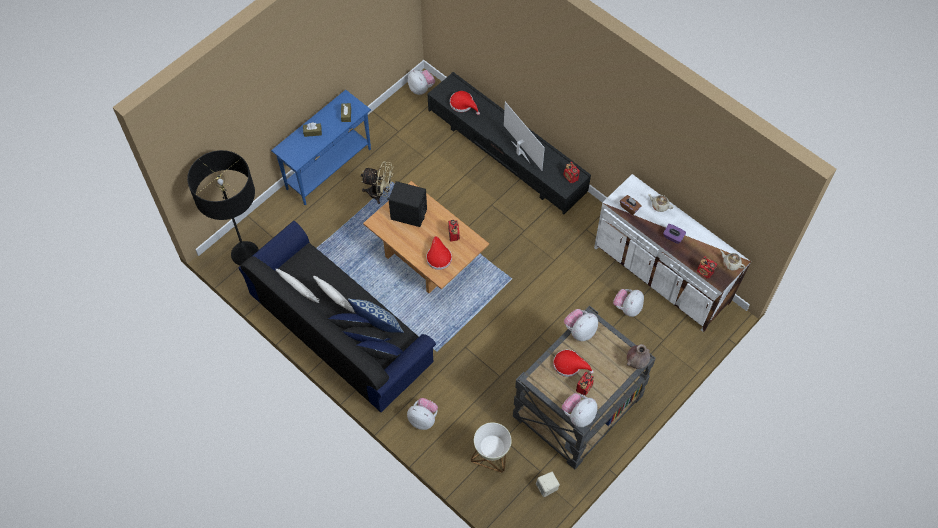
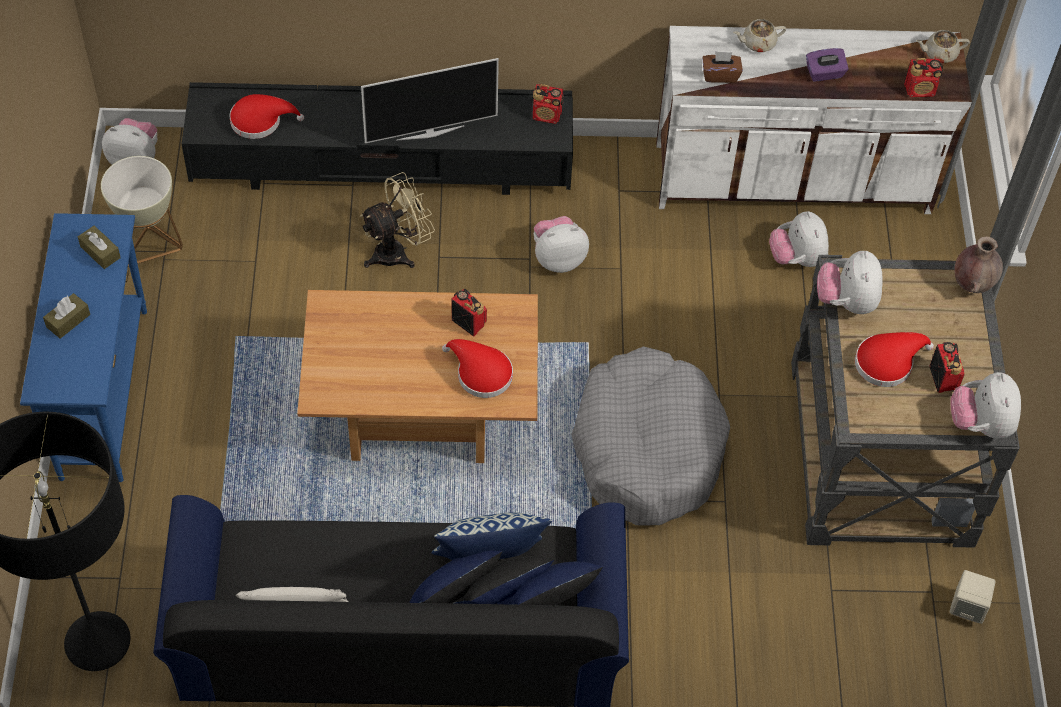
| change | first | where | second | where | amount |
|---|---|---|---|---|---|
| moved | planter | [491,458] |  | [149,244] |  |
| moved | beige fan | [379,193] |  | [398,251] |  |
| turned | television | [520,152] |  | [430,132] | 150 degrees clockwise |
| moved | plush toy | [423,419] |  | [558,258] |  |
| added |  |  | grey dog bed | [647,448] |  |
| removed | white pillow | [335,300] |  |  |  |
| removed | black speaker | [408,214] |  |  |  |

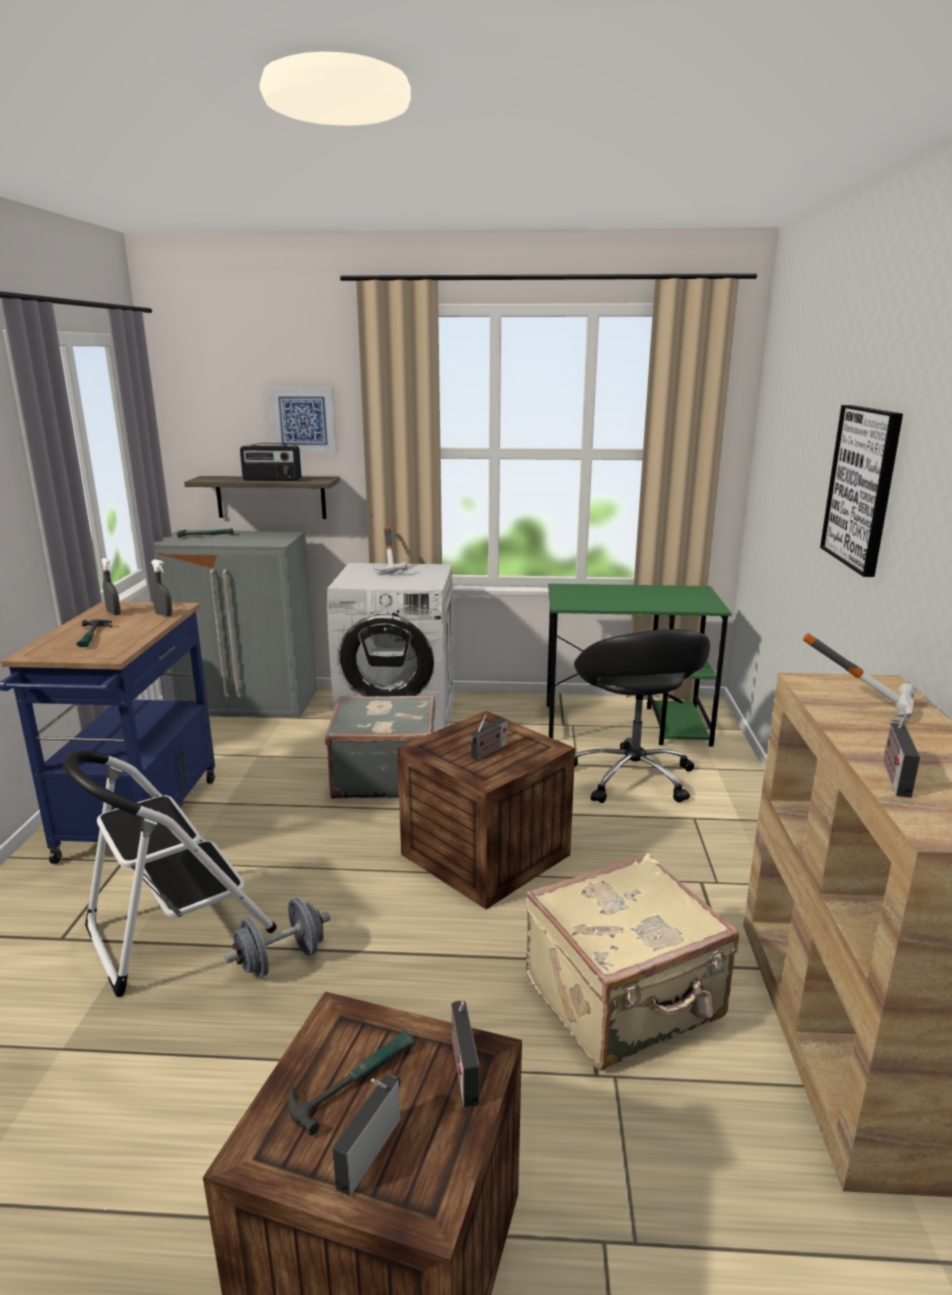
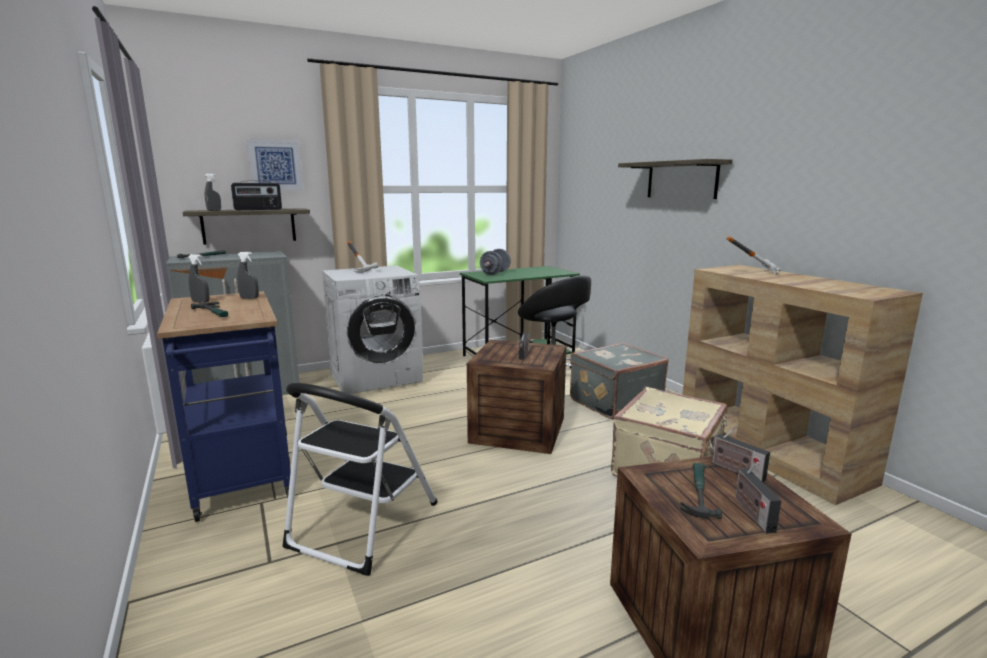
| change | first | where | second | where | amount |
|---|---|---|---|---|---|
| added |  |  | grey spray bottle | [214,210] |  |
| moved | grey dumbbell | [281,960] |  | [495,273] |  |
| moved | grey suitcase | [384,776] |  | [614,402] |  |
| replaced | picture | [862,487] | shelf | [681,180] |  |
| removed | radio | [894,776] |  |  |  |

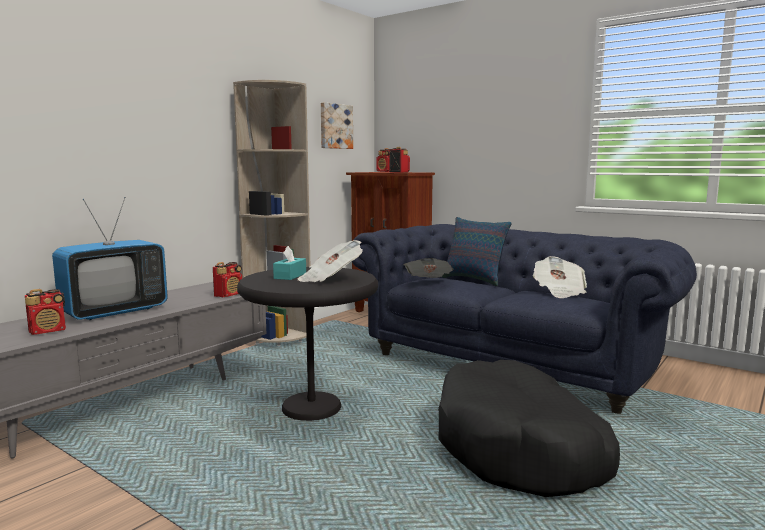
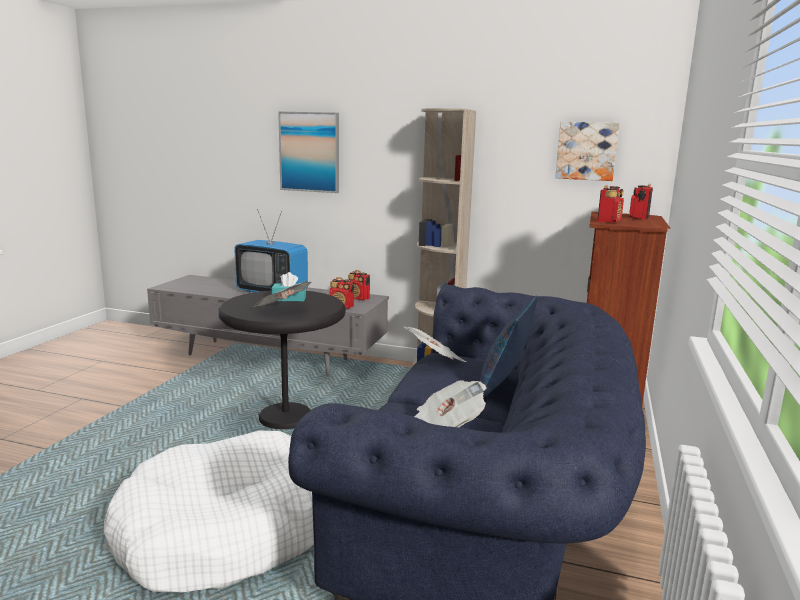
| change | first | where | second | where | amount |
|---|---|---|---|---|---|
| recoloured | black dog bed | [519,448] | white dog bed | [226,531] |  |
| added |  |  | picture | [309,152] |  |
| moved | radio | [48,331] |  | [358,298] |  |

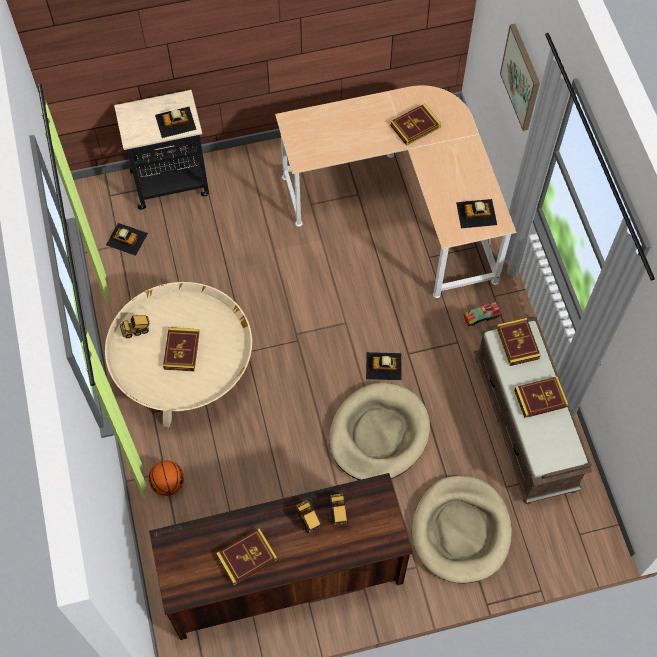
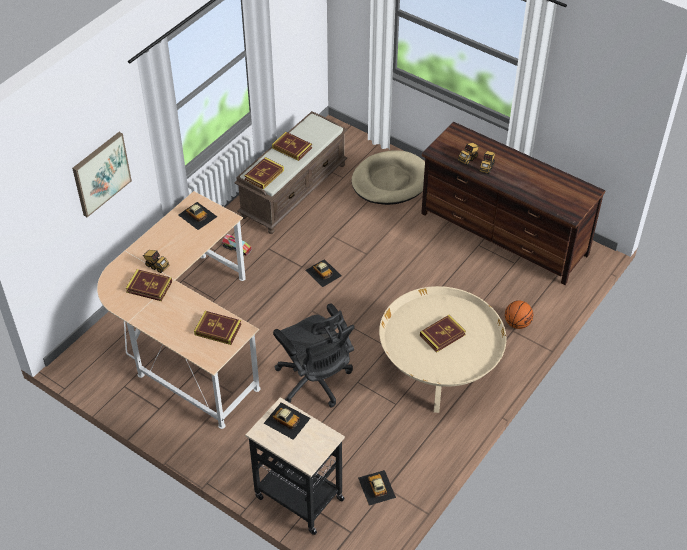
| change | first | where | second | where | amount |
|---|---|---|---|---|---|
| moved | toy truck | [136,330] |  | [156,266] |  |
| moved | book | [247,557] |  | [218,329] |  |
| added |  |  | office chair | [315,383] |  |
| removed | beige dog bed | [378,434] |  |  |  |

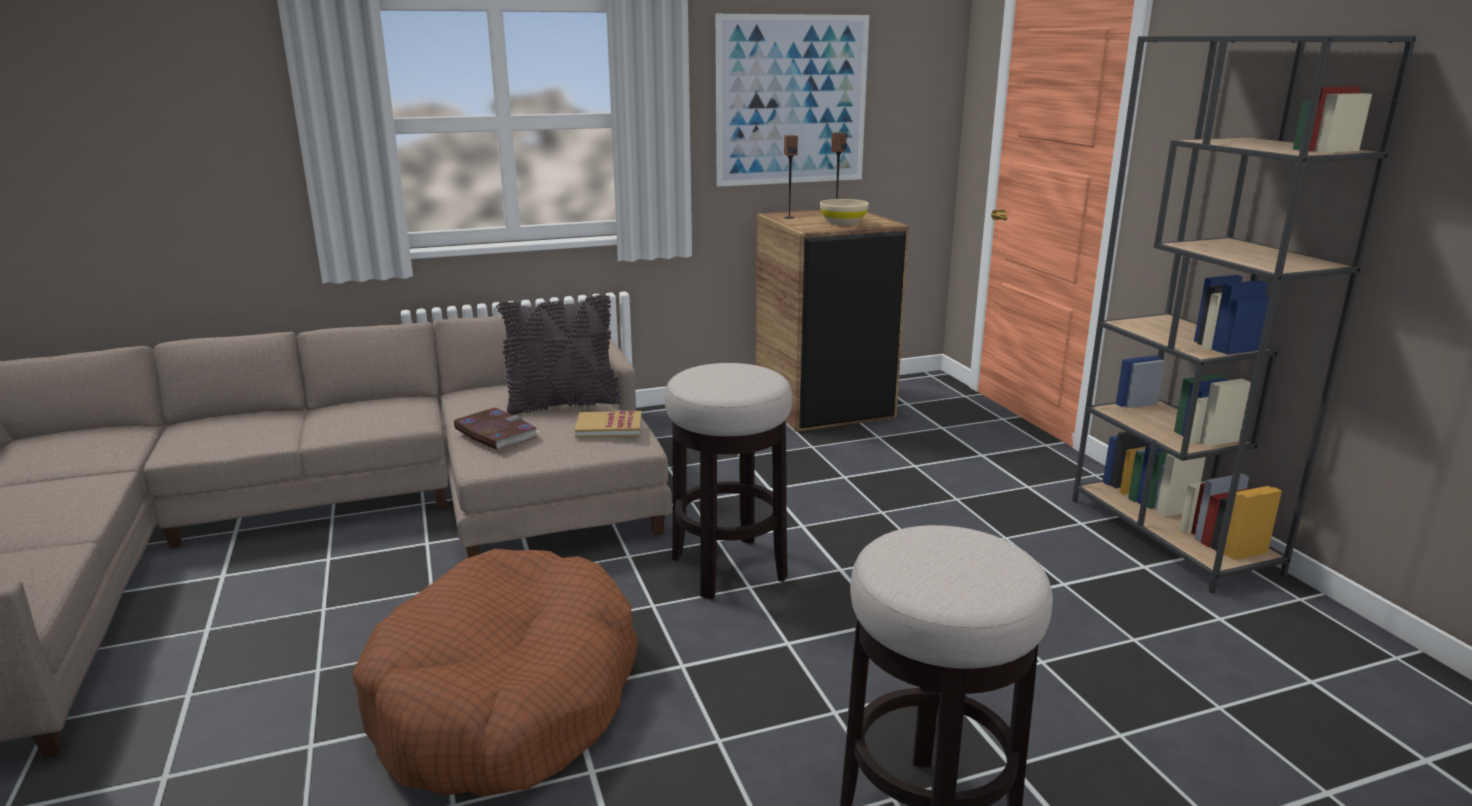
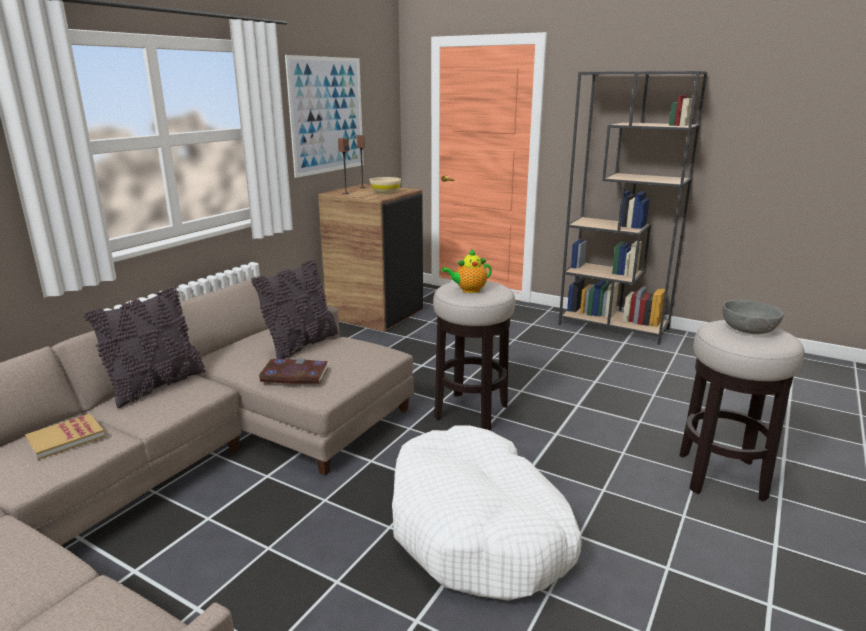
| change | first | where | second | where | amount |
|---|---|---|---|---|---|
| moved | book | [609,427] |  | [66,438] |  |
| added |  |  | black pillow | [156,385] |  |
| recoloured | brown dog bed | [506,699] | white dog bed | [479,529] |  |
| added |  |  | teapot | [468,290] |  |
| added |  |  | grey bowl | [748,328] |  |

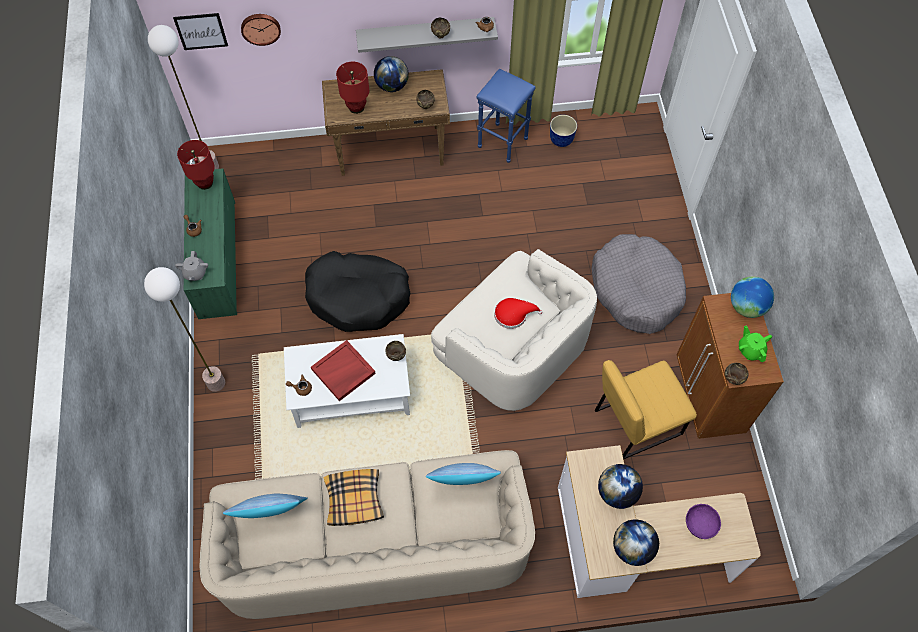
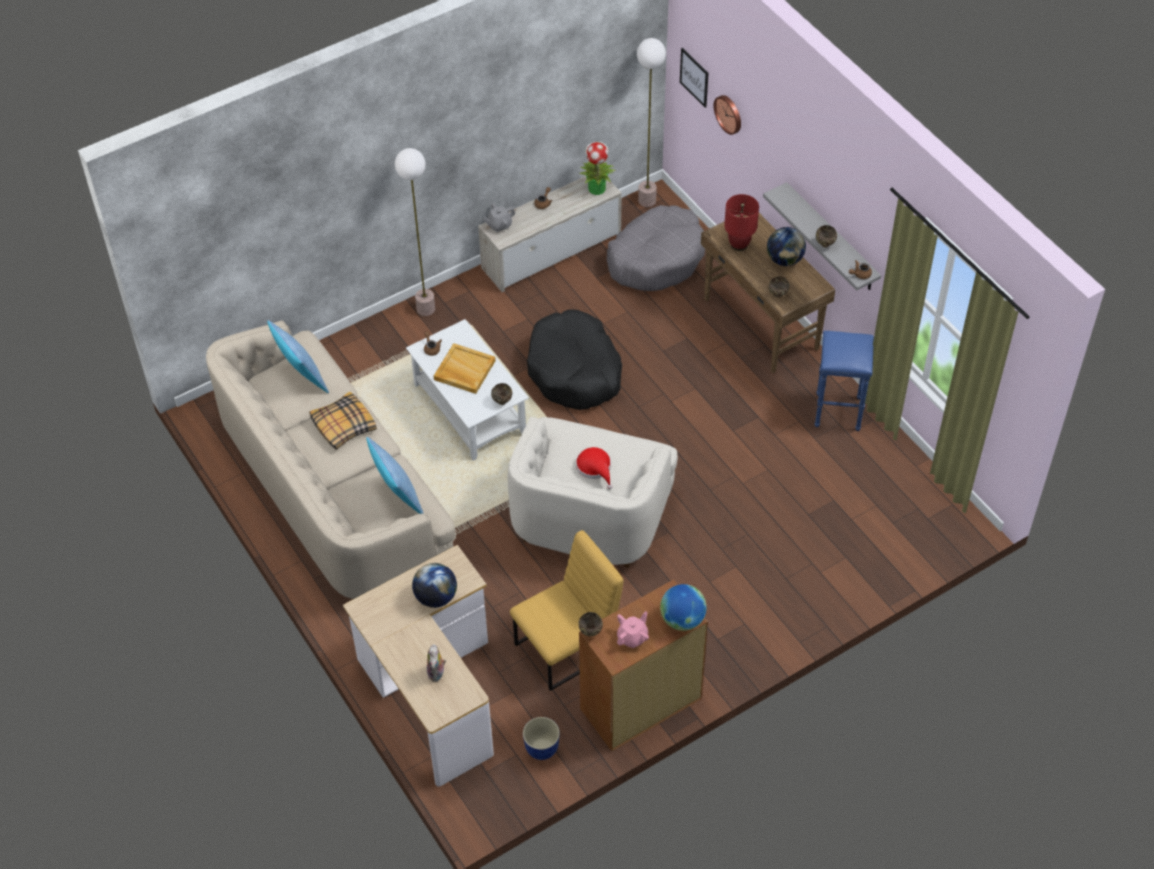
| change | first | where | second | where | amount |
|---|---|---|---|---|---|
| replaced | purple bowl | [700,525] | plush toy | [437,673] |  |
| recoloured | red tray | [343,372] | beige tray | [464,370] |  |
| recoloured | green tv stand | [216,258] | white tv stand | [551,251] |  |
| turned | yellow chair | [635,422] |  | [568,647] | 105 degrees clockwise |
| moved | planter | [561,140] |  | [541,749] |  |
| replaced | red table lamp | [205,183] | potted plant | [596,188] |  |
| moved | grey dog bed | [636,289] |  | [656,258] |  |
| recoloured | green teapot | [750,350] | pink teapot | [632,637] |  |
| removed | globe | [632,548] |  |  |  |

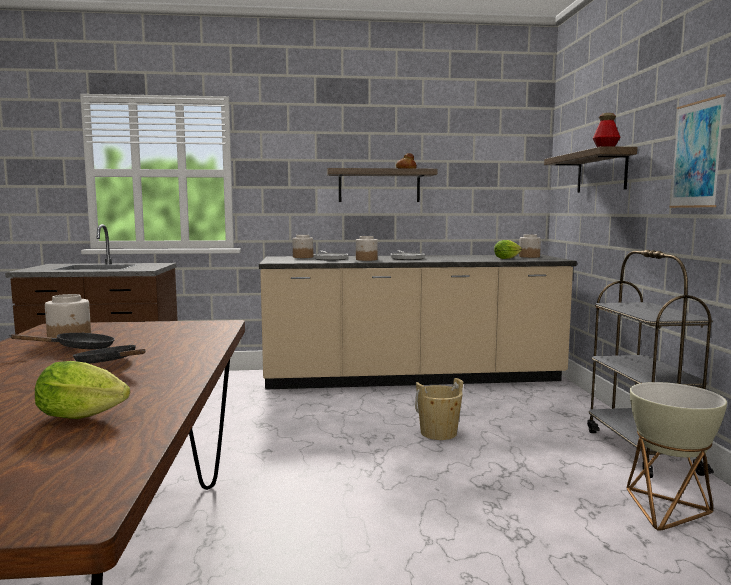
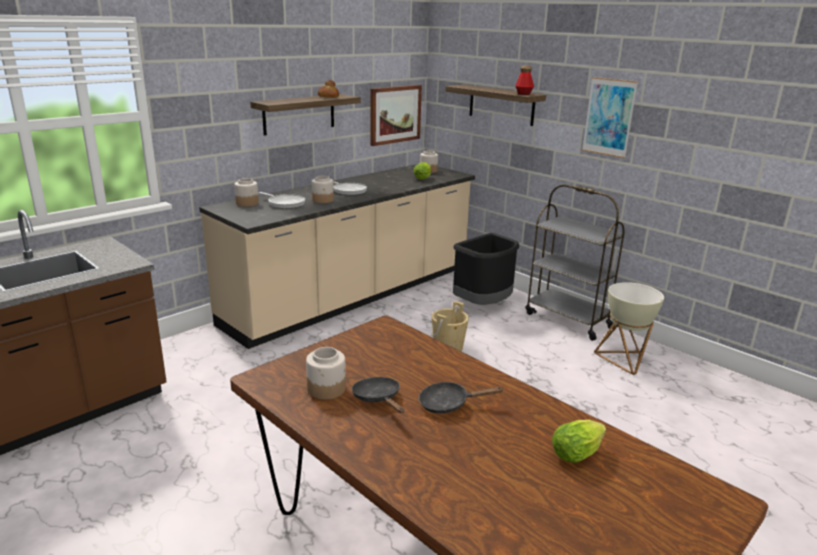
| change | first | where | second | where | amount |
|---|---|---|---|---|---|
| turned | black frying pan | [79,349] |  | [378,398] | 45 degrees counterclockwise |
| added |  |  | picture | [395,114] |  |
| added |  |  | black trash can | [483,305] |  |

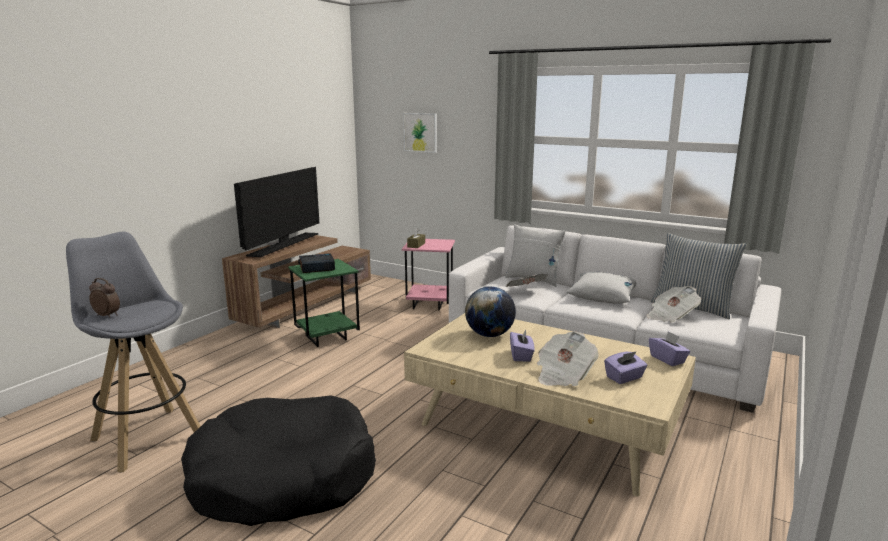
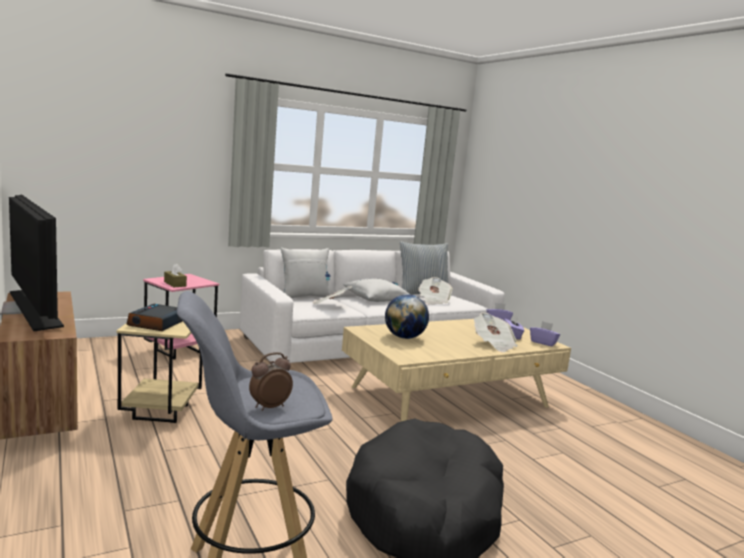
| change | first | where | second | where | amount |
|---|---|---|---|---|---|
| recoloured | green side table | [327,338] | beige side table | [162,412] |  |
| moved | purple tissue box | [521,355] |  | [543,342] |  |
| removed | picture | [420,132] |  |  |  |

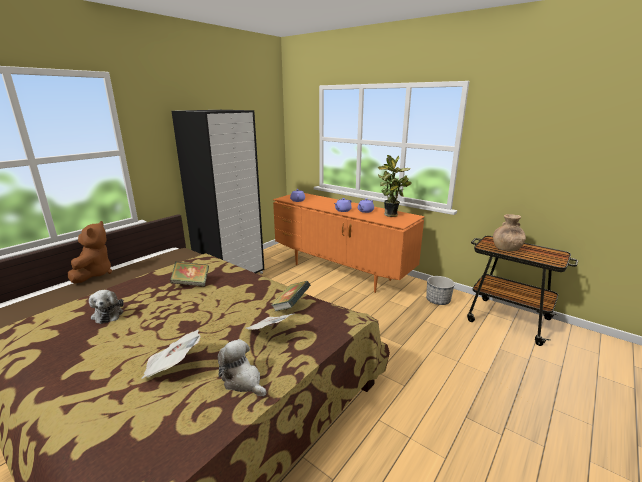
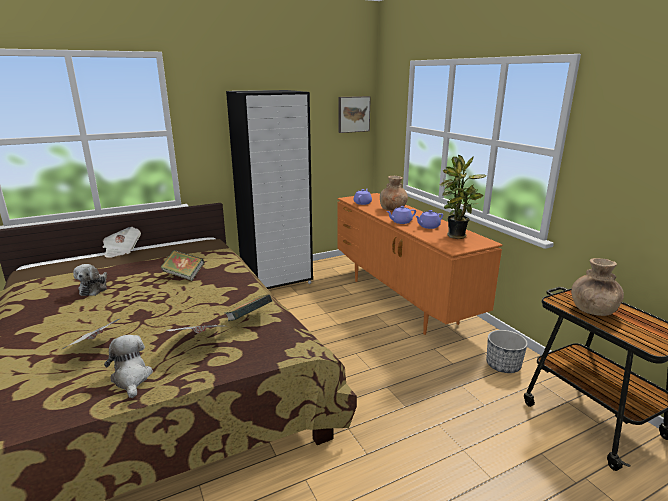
| change | first | where | second | where | amount |
|---|---|---|---|---|---|
| replaced | brown plush toy | [94,274] | newspaper | [121,250] |  |
| added |  |  | picture | [353,114] |  |
| added |  |  | brown vase | [393,209] |  |

